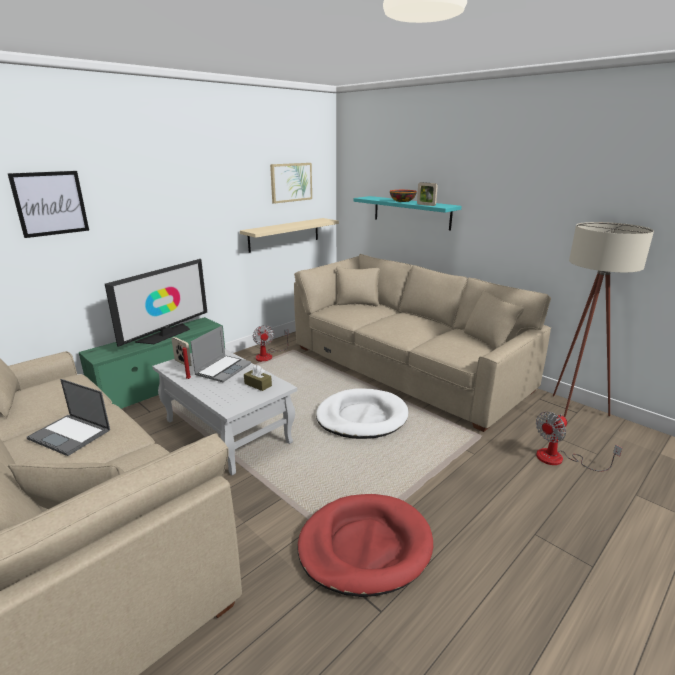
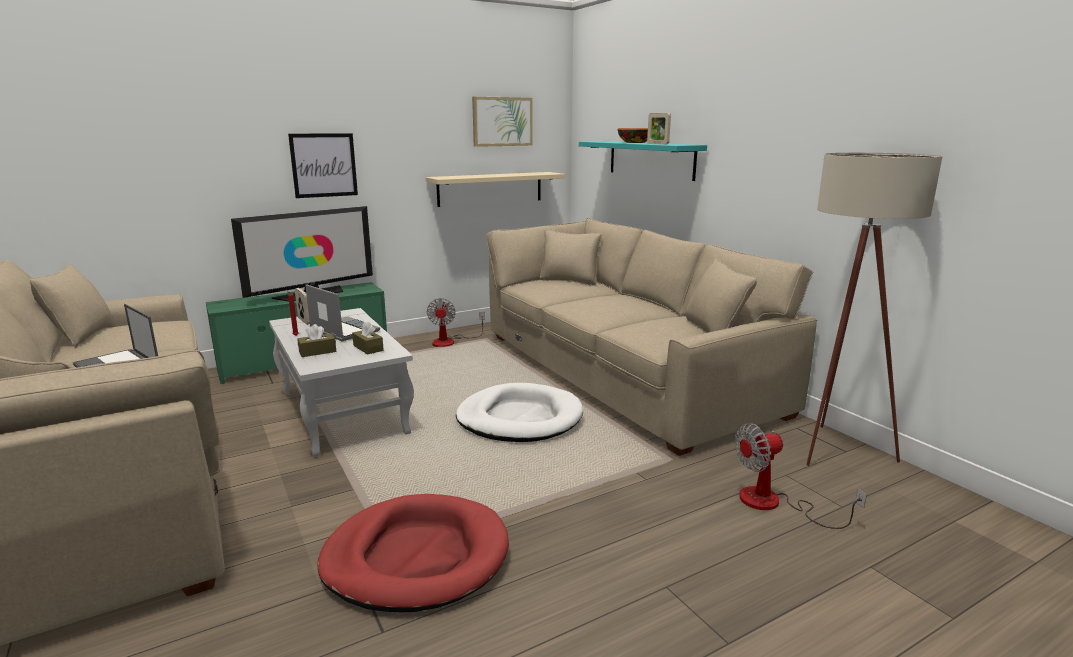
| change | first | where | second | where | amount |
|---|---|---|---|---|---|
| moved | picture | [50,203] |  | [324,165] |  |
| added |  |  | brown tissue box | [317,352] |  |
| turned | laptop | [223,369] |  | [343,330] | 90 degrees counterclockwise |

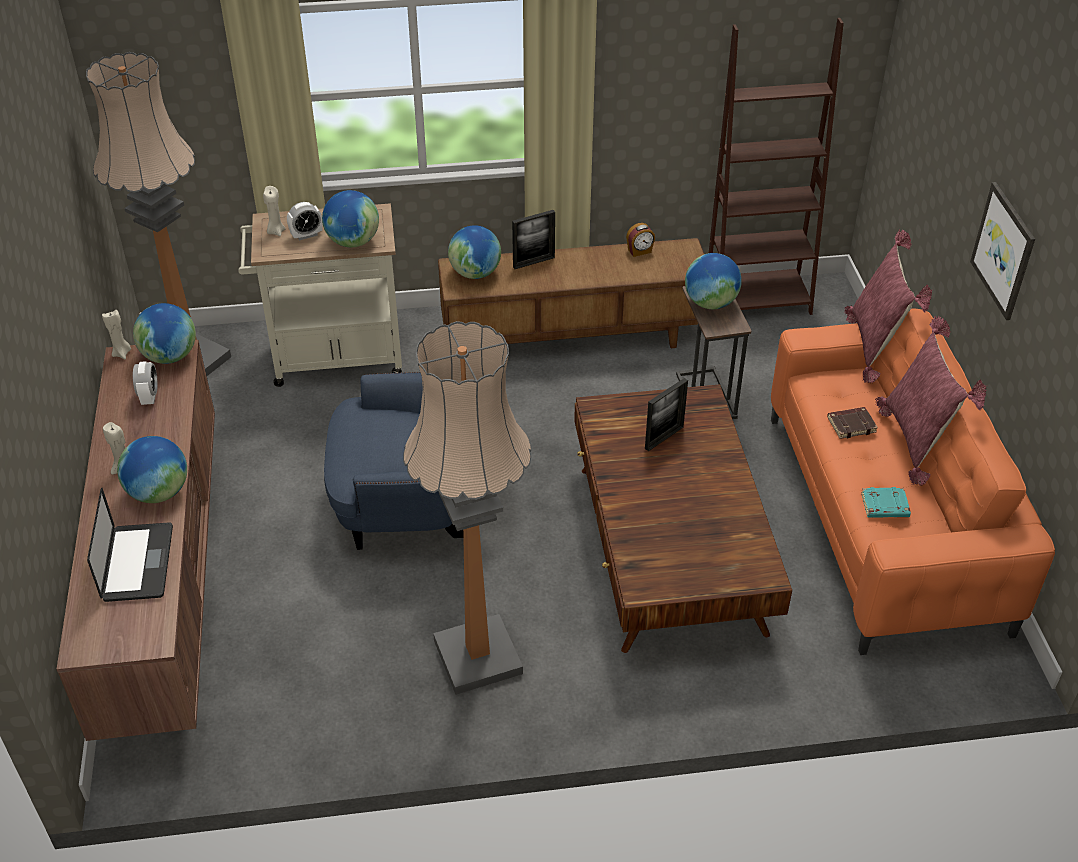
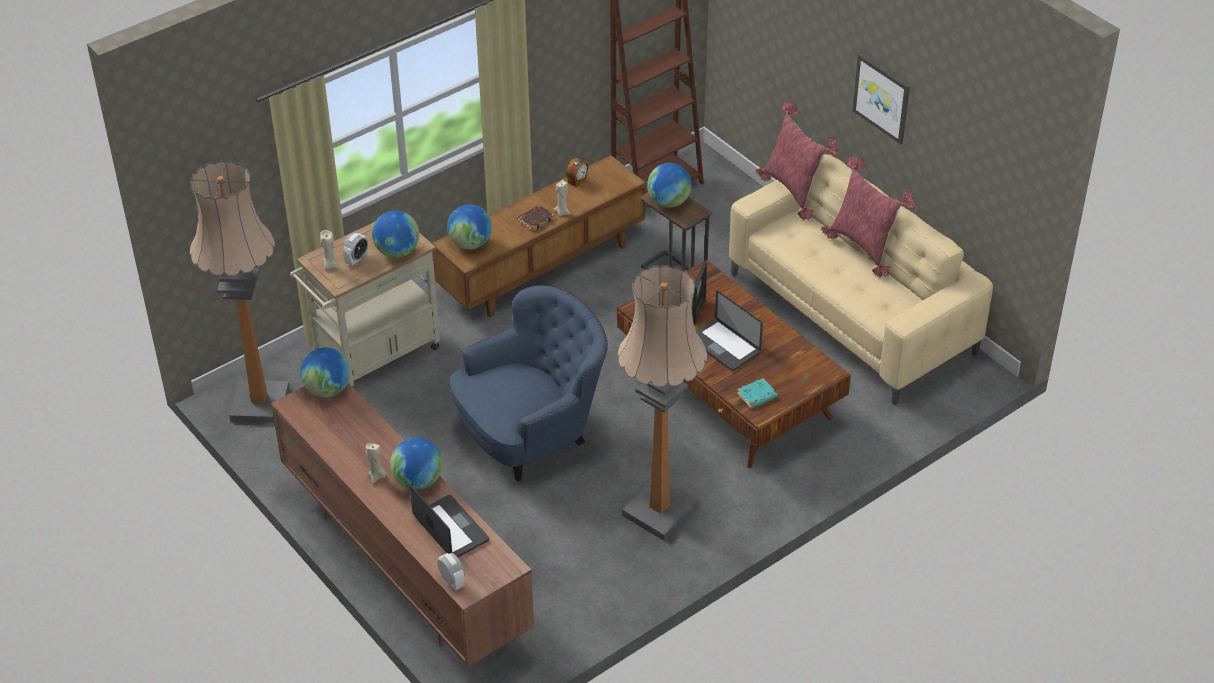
| change | first | where | second | where | amount |
|---|---|---|---|---|---|
| moved | alarm clock | [149,397] |  | [452,581] |  |
| moved | brown book | [851,425] |  | [535,219] |  |
| moved | beige candle | [122,353] |  | [562,212] |  |
| added |  |  | laptop | [724,346] |  |
| recoloured | orange sofa | [884,521] | beige sofa | [853,314] |  |
| moved | turquoise book | [884,506] |  | [757,396] |  |
| removed | picture frame | [533,262] |  |  |  |

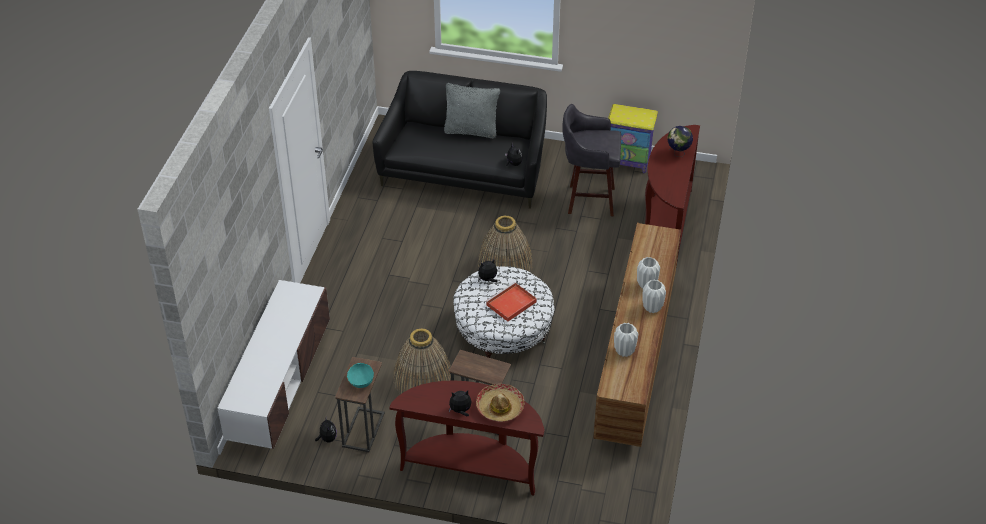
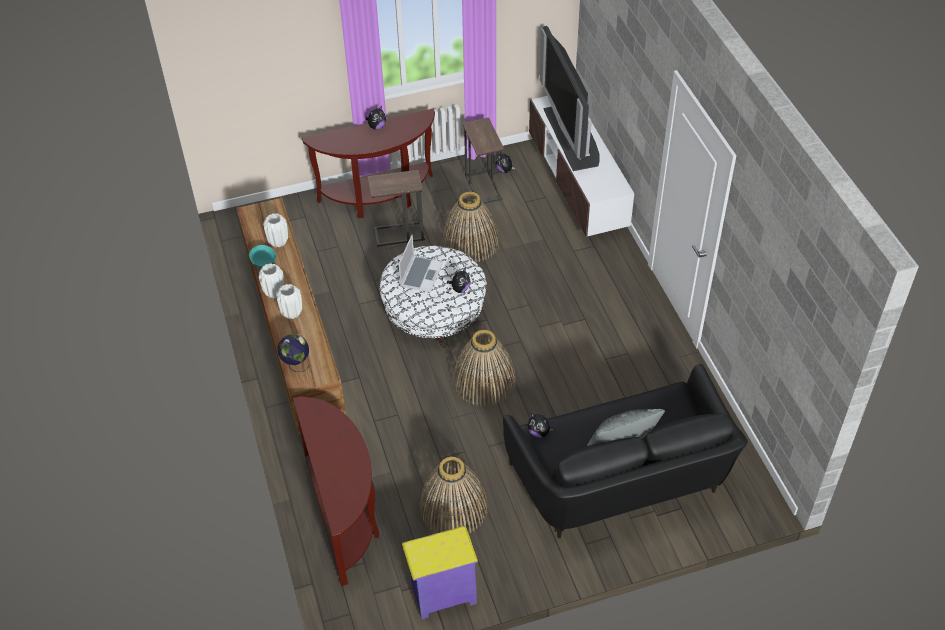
| change | first | where | second | where | amount |
|---|---|---|---|---|---|
| moved | turquoise bowl | [360,381] |  | [264,263] |  |
| moved | globe | [678,153] |  | [296,364] |  |
| replaced | red tray | [510,304] | laptop | [421,274] |  |
| replaced | grey stool | [588,200] | basket | [453,507] |  |
| added |  |  | television | [572,136] |  |
| removed | hat | [500,407] |  |  |  |

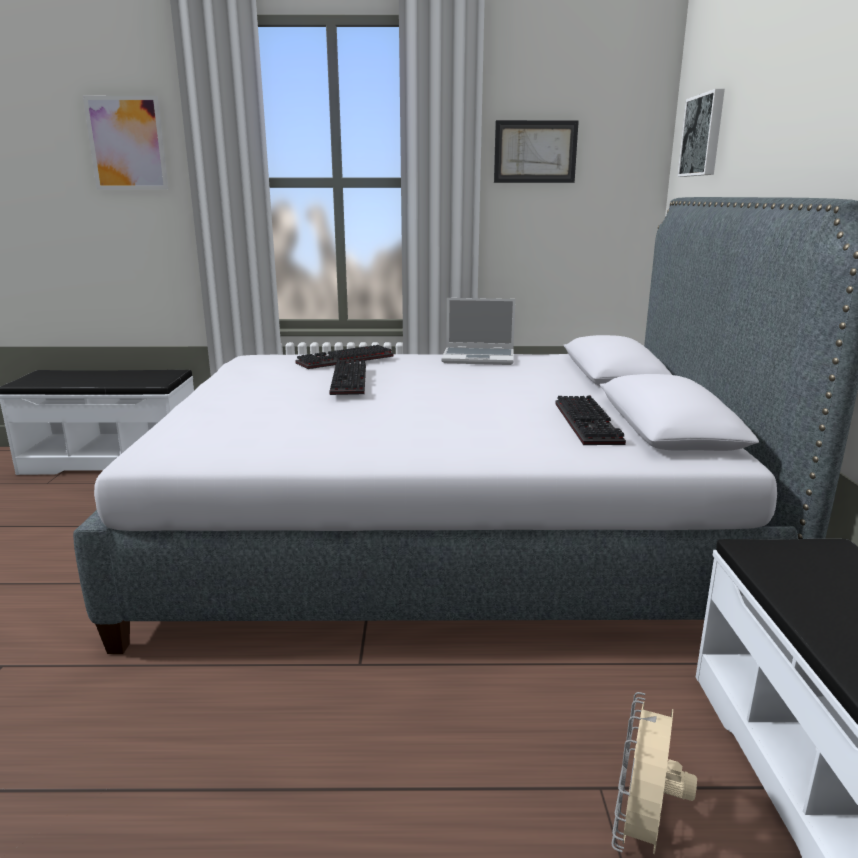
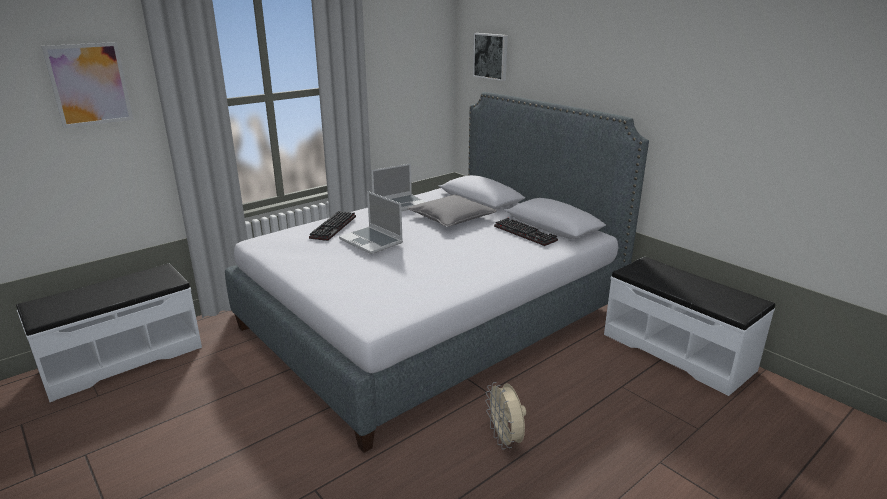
| change | first | where | second | where | amount |
|---|---|---|---|---|---|
| replaced | keyboard | [351,380] | laptop | [372,241] |  |
| added |  |  | grey pillow | [451,217] |  |
| moved | beige fan | [641,832] |  | [505,440] |  |
| removed | picture | [535,152] |  |  |  |

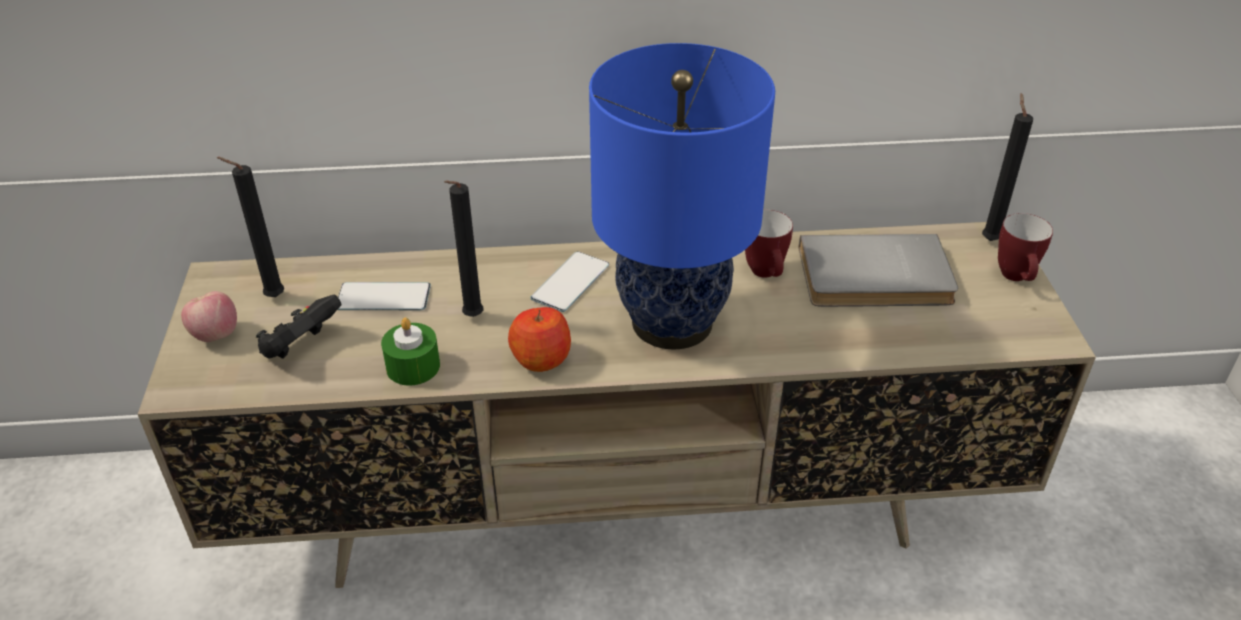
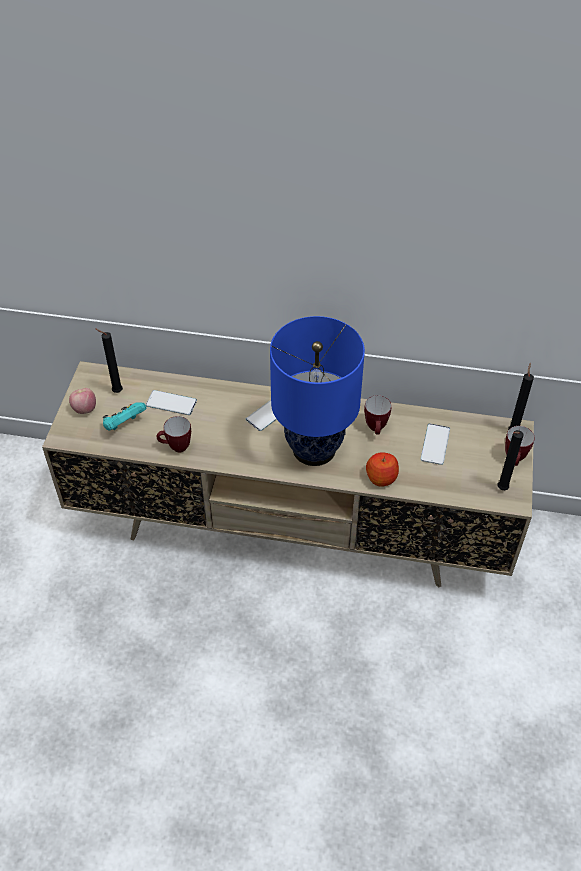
| change | first | where | second | where | amount |
|---|---|---|---|---|---|
| recoloured | black game controller | [301,346] | turquoise game controller | [124,424] |  |
| replaced | green candle | [413,366] | mug | [175,448] |  |
| moved | apple | [541,358] |  | [381,477] |  |
| replaced | grey book | [875,279] | phone | [435,444] |  |
| moved | black candle | [471,318] |  | [501,489] |  |

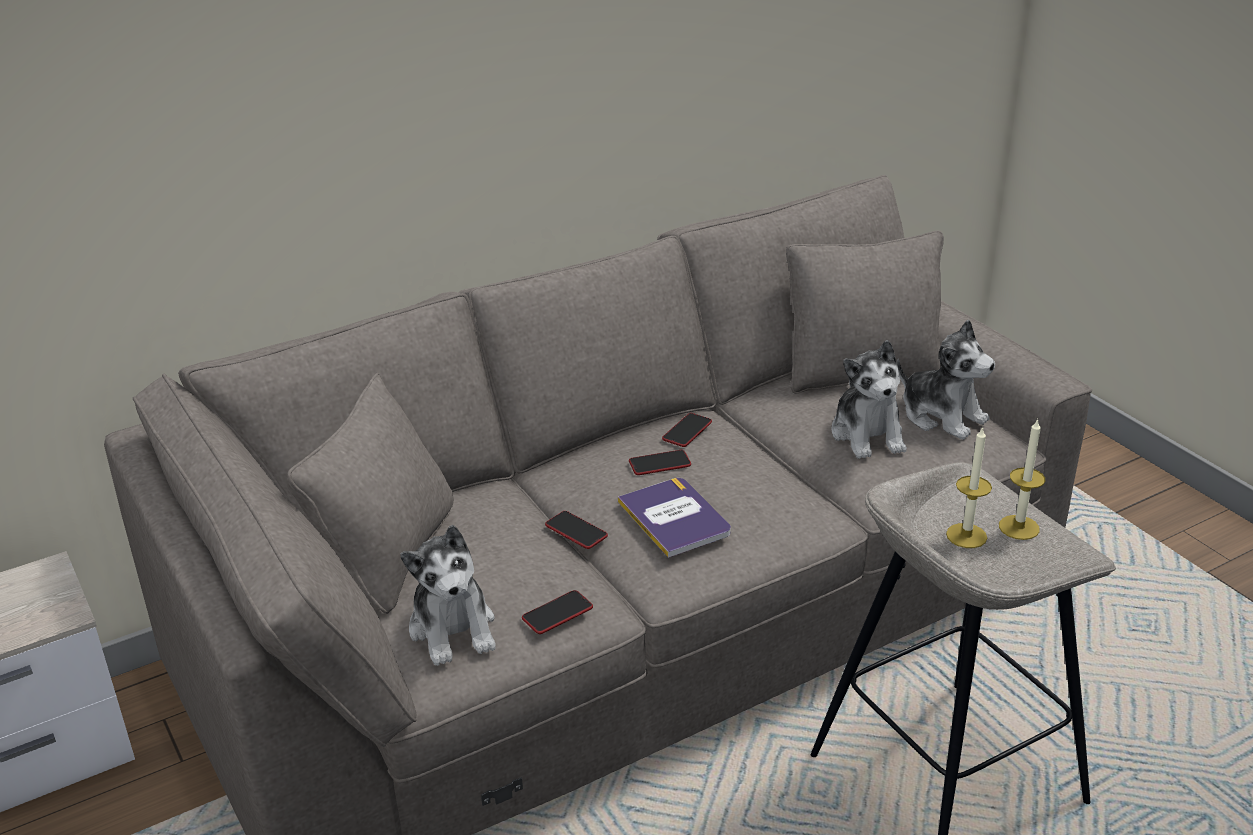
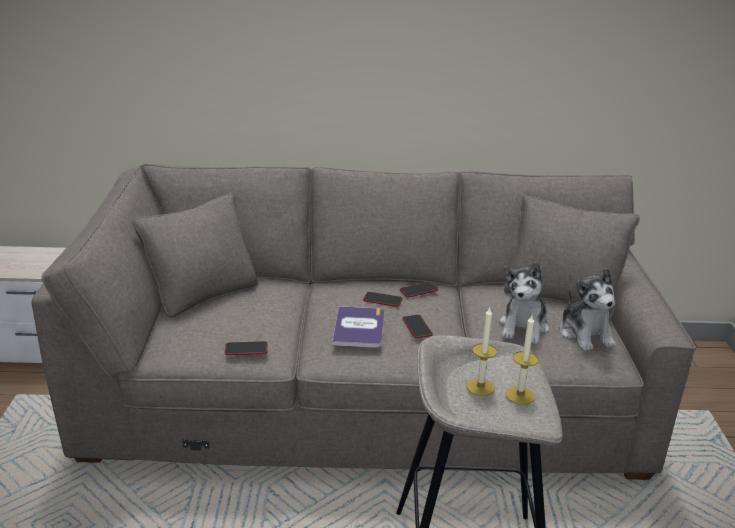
| change | first | where | second | where | amount |
|---|---|---|---|---|---|
| moved | phone | [576,531] |  | [417,327] |  |
| removed | plush toy | [453,628] |  |  |  |

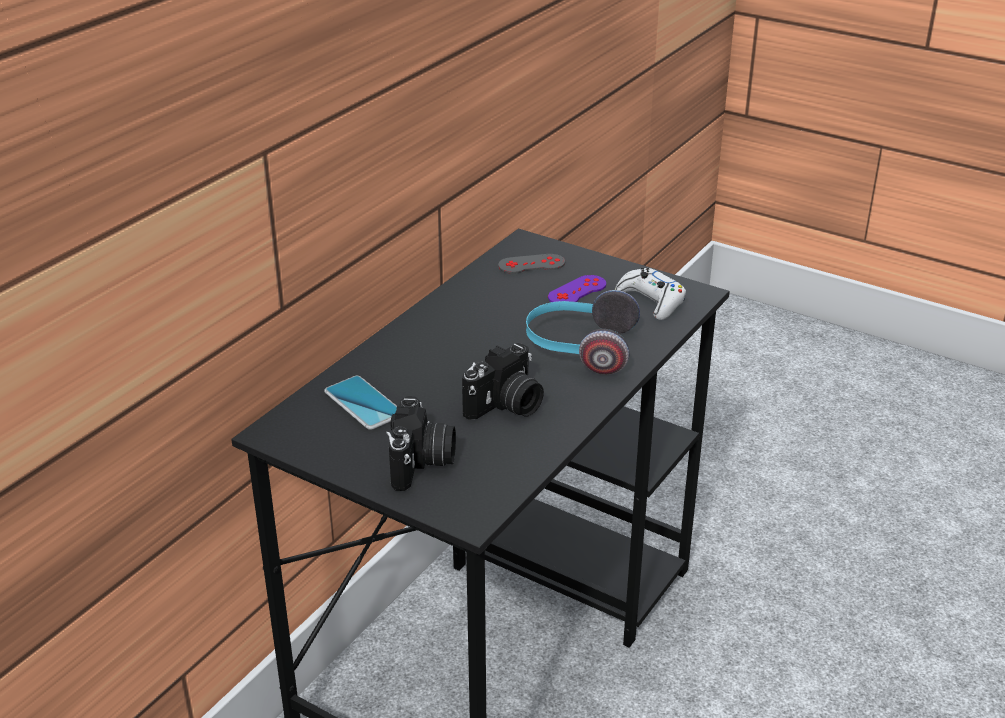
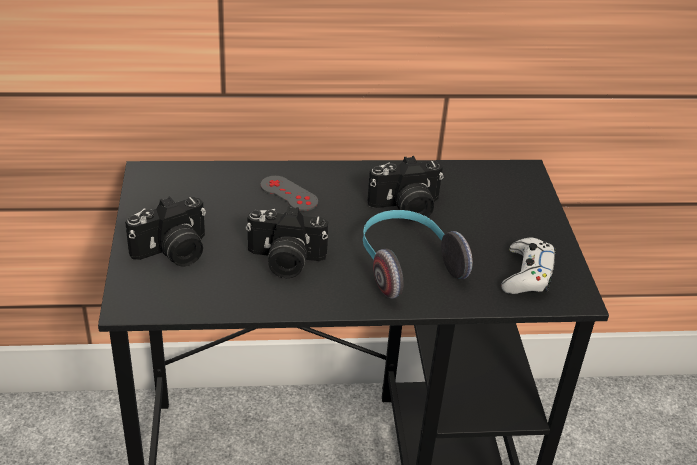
| change | first | where | second | where | amount |
|---|---|---|---|---|---|
| moved | grey game controller | [531,264] |  | [289,194] |  |
| added |  |  | photo camera | [406,208] |  |
| removed | phone | [363,403] |  |  |  |
| removed | purple game controller | [577,291] |  |  |  |

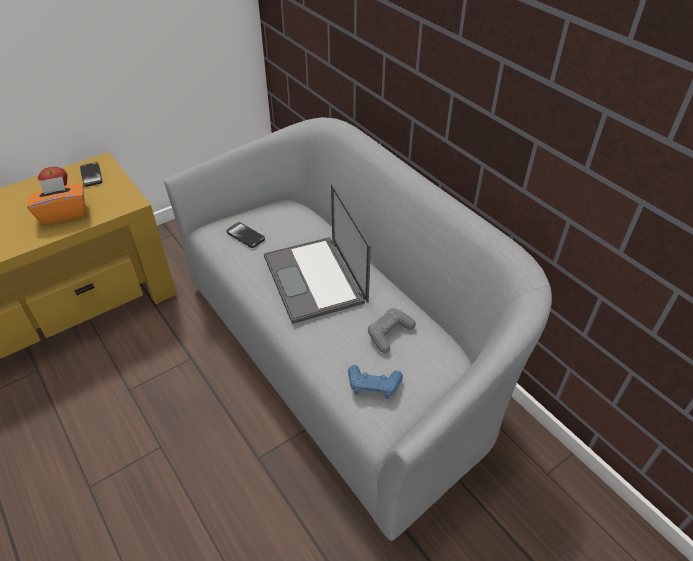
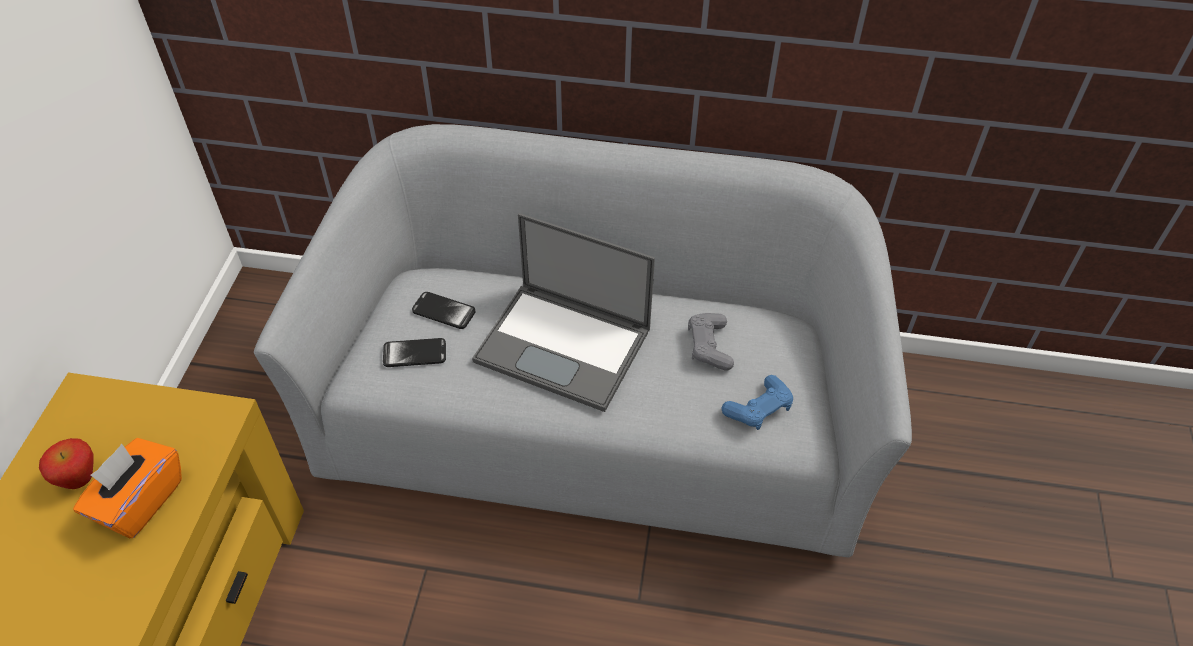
| change | first | where | second | where | amount |
|---|---|---|---|---|---|
| moved | phone | [91,175] |  | [444,311] |  |

